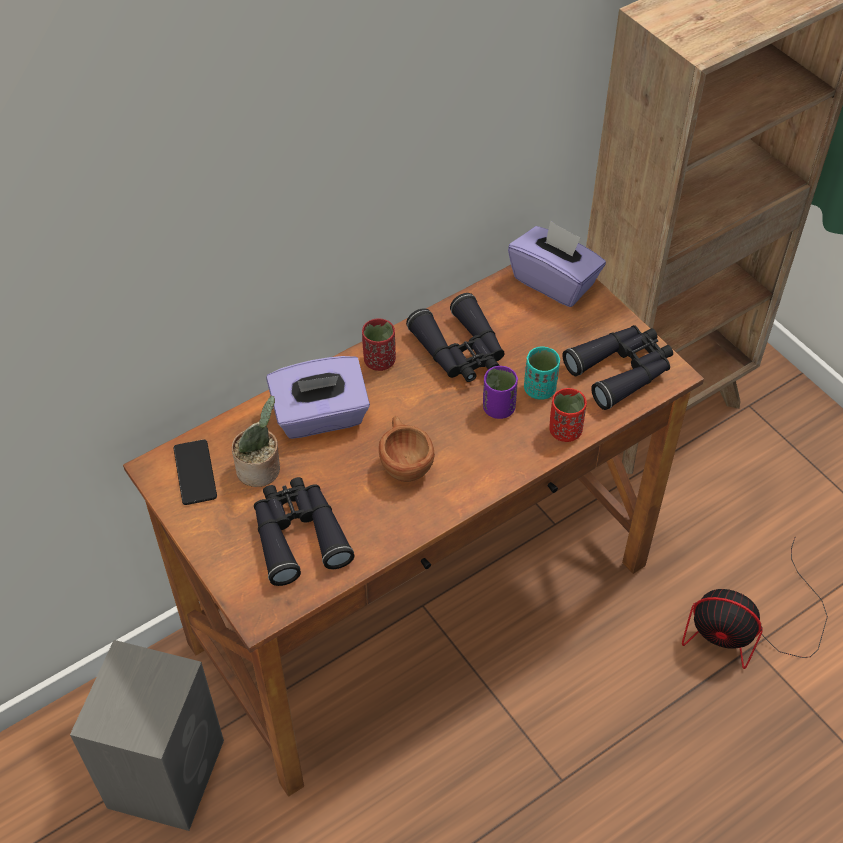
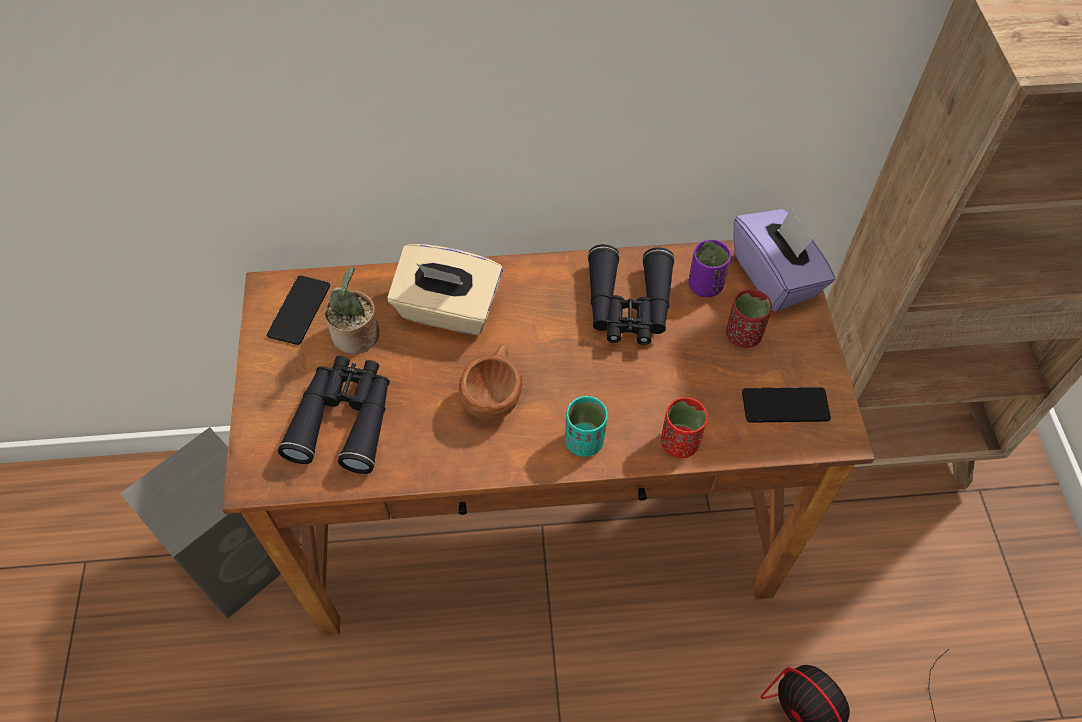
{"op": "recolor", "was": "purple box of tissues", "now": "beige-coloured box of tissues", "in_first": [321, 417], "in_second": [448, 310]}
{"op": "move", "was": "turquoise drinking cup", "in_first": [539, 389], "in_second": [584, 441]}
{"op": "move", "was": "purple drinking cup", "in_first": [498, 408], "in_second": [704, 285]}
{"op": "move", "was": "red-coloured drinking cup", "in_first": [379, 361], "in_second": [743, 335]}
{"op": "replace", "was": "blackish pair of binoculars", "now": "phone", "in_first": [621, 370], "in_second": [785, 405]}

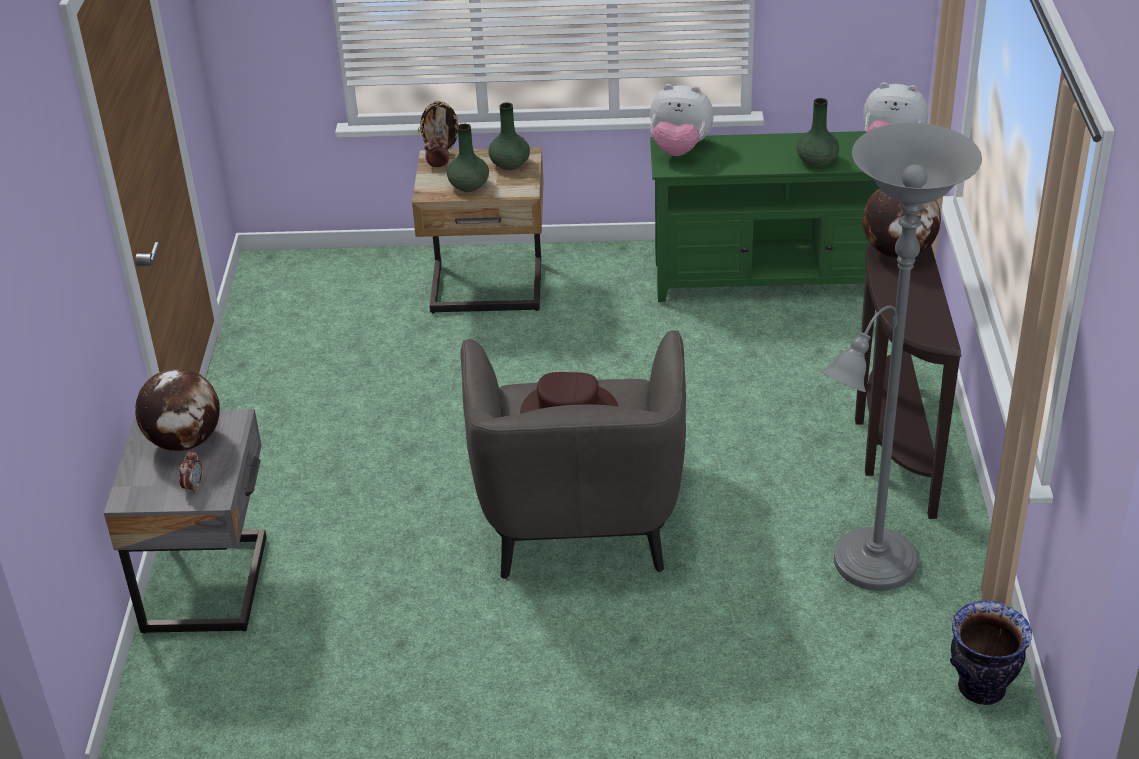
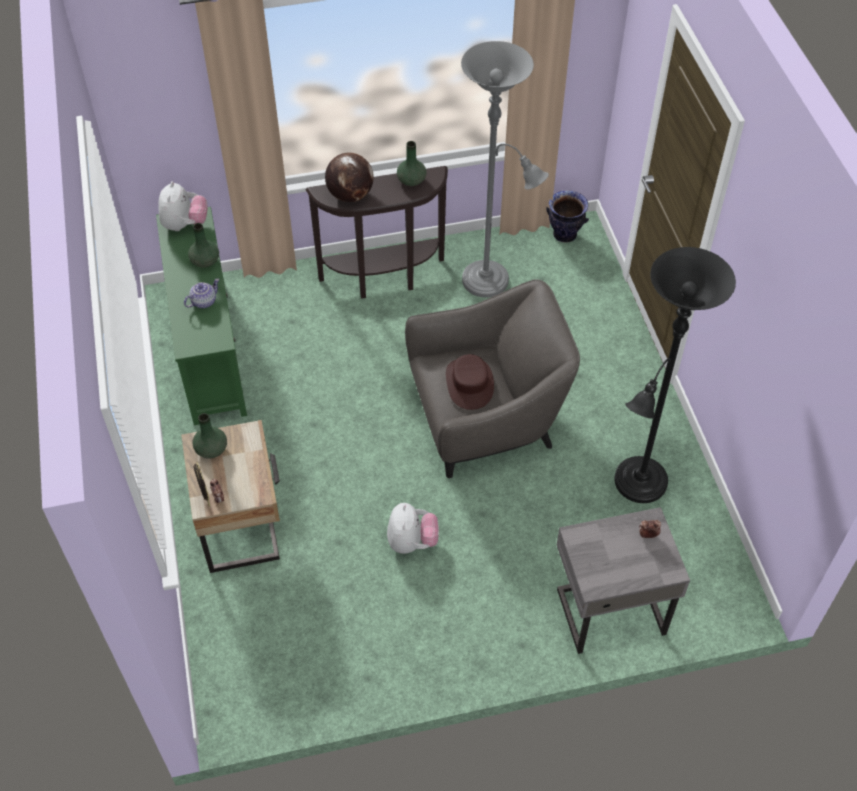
{"op": "insert", "now": "pot for tea", "in_second": [203, 301]}
{"op": "move", "was": "soft toy", "in_first": [679, 150], "in_second": [412, 542]}
{"op": "move", "was": "green flower vase", "in_first": [469, 186], "in_second": [411, 180]}
{"op": "insert", "now": "blackish floor lamp", "in_second": [637, 486]}
{"op": "delete", "was": "desk globe", "in_first": [185, 441]}

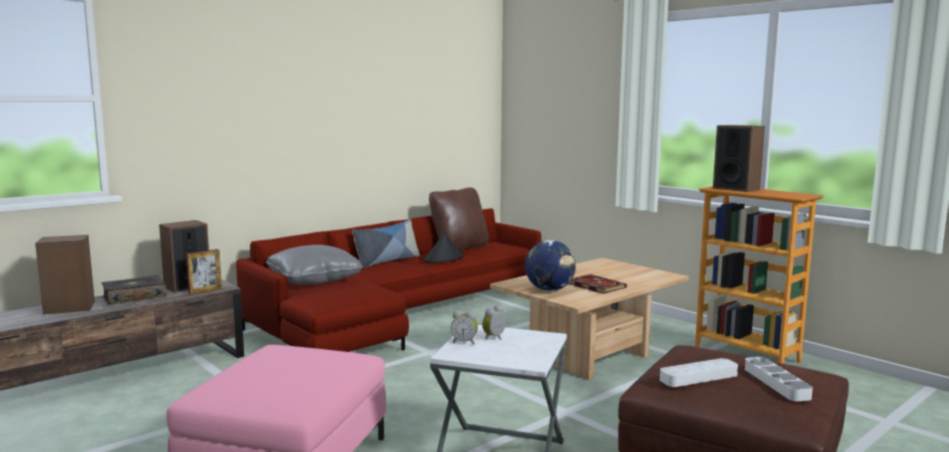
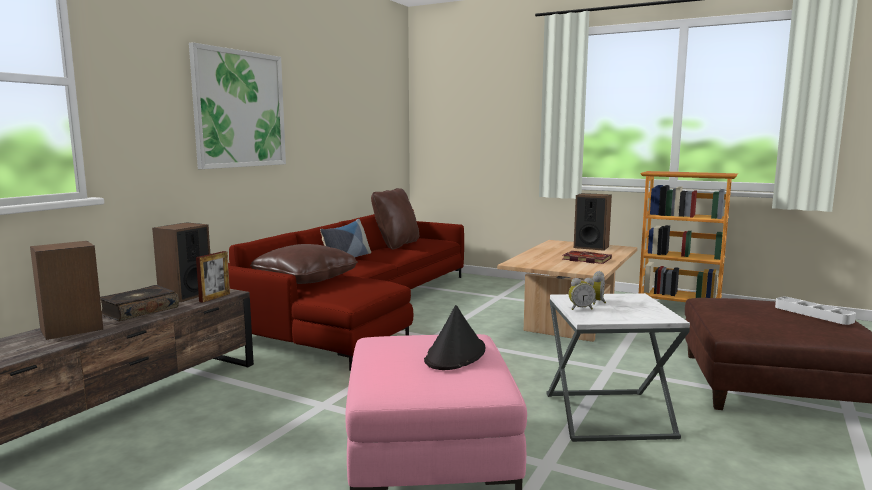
{"op": "insert", "now": "wall art", "in_second": [239, 109]}
{"op": "recolor", "was": "grey throw pillow", "now": "brown throw pillow", "in_first": [314, 280], "in_second": [305, 280]}
{"op": "move", "was": "blackish hat", "in_first": [444, 259], "in_second": [455, 355]}
{"op": "move", "was": "loudspeaker", "in_first": [736, 188], "in_second": [591, 247]}
{"op": "delete", "was": "desk globe", "in_first": [549, 290]}
{"op": "delete", "was": "whitish serving tray", "in_first": [698, 377]}

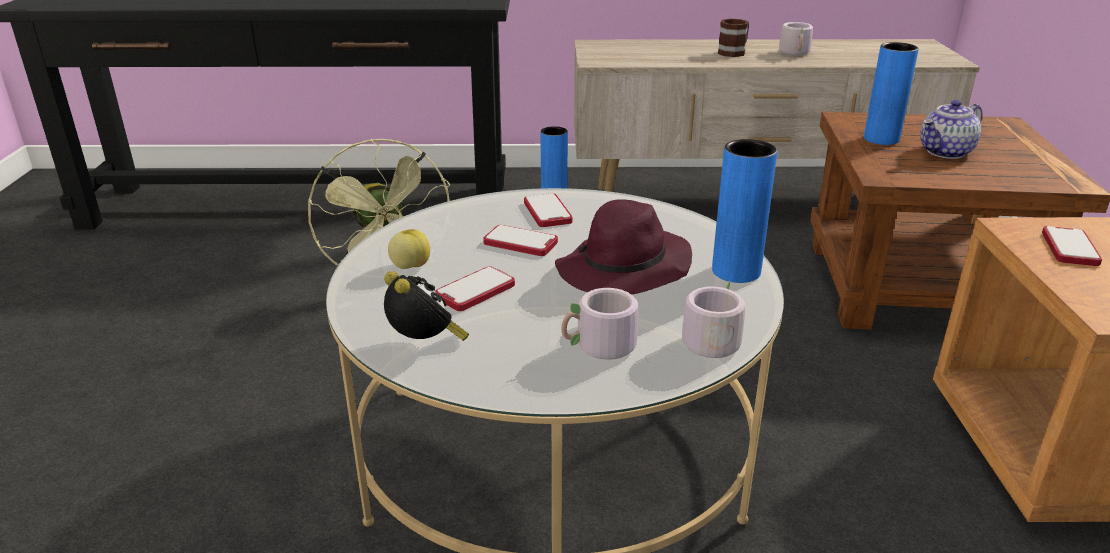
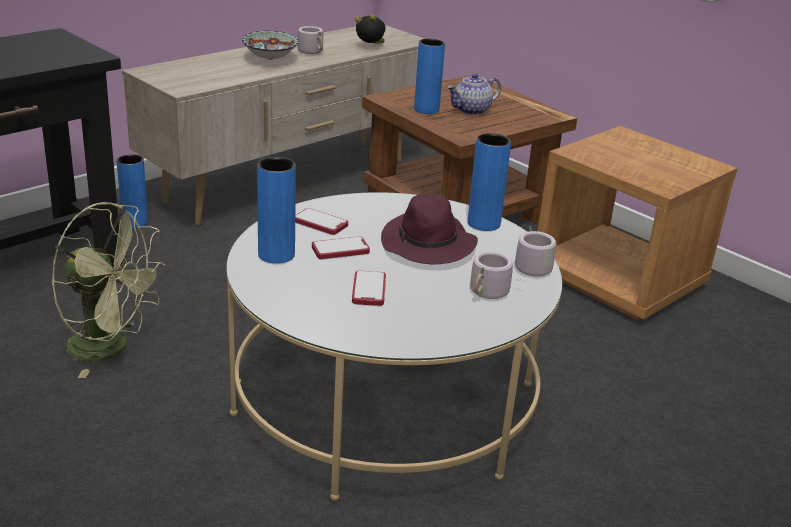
{"op": "replace", "was": "coffee mug", "now": "deep dish", "in_first": [734, 52], "in_second": [269, 59]}
{"op": "insert", "now": "bluish flower vase", "in_second": [276, 255]}
{"op": "move", "was": "table clock", "in_first": [425, 344], "in_second": [370, 47]}
{"op": "rotate", "was": "pot for tea", "in_first": [946, 152], "in_second": [472, 110], "clockwise": 45}
{"op": "delete", "was": "apple fruit", "in_first": [410, 266]}
{"op": "delete", "was": "phone", "in_first": [1069, 248]}

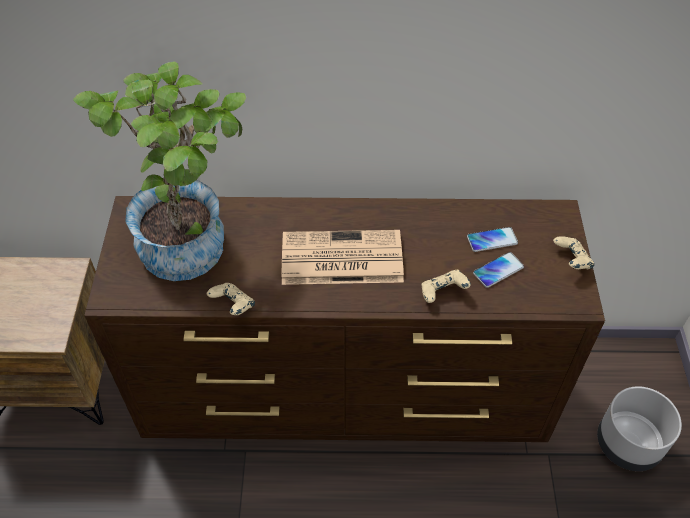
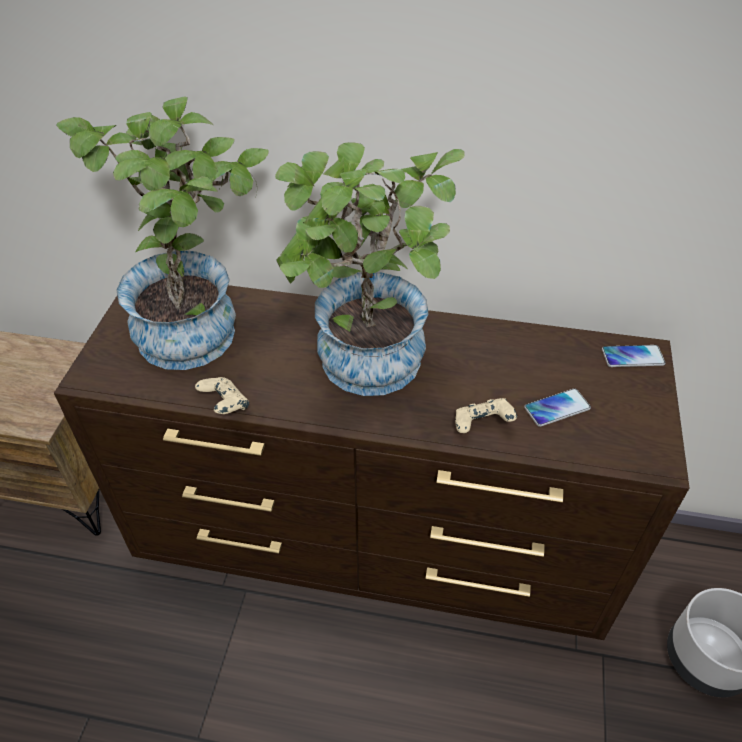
{"op": "replace", "was": "daily paper", "now": "potted plant", "in_first": [340, 259], "in_second": [365, 370]}
{"op": "move", "was": "phone", "in_first": [492, 240], "in_second": [632, 357]}
{"op": "delete", "was": "beige-coloured game controller", "in_first": [571, 261]}

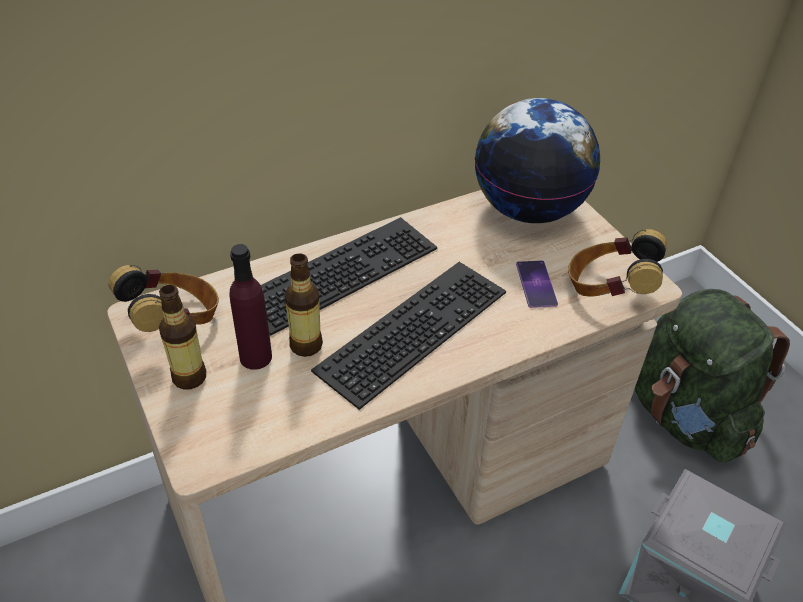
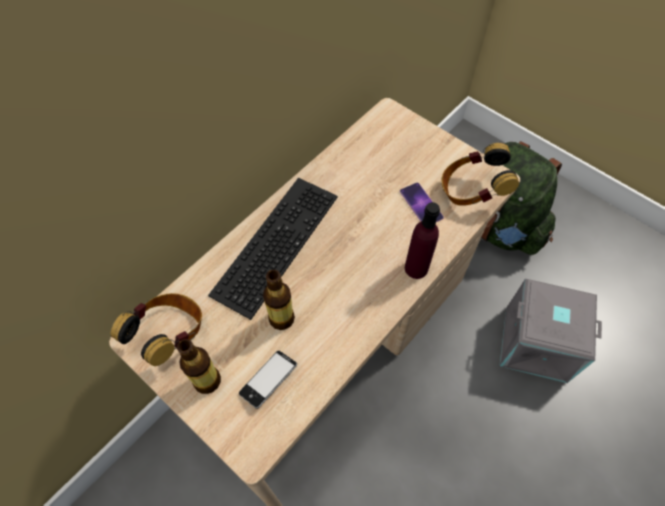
{"op": "insert", "now": "phone", "in_second": [268, 380]}
{"op": "move", "was": "purple beverage bottle", "in_first": [256, 357], "in_second": [416, 268]}
{"op": "delete", "was": "computer keyboard", "in_first": [411, 326]}
{"op": "delete", "was": "desk globe", "in_first": [528, 209]}

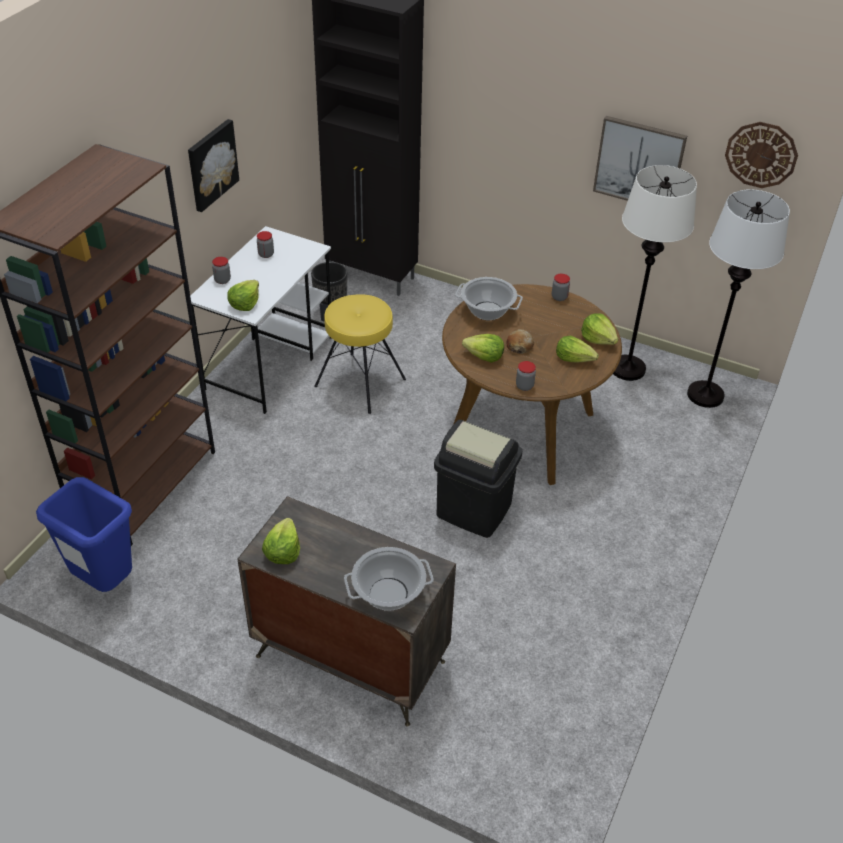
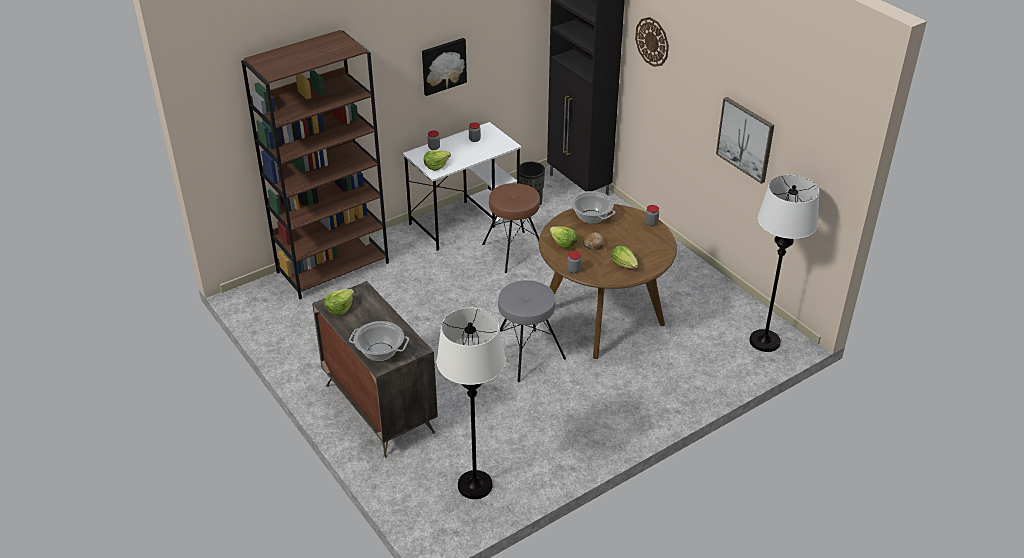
{"op": "move", "was": "whitish floor lamp", "in_first": [627, 369], "in_second": [474, 485]}
{"op": "recolor", "was": "yellowish stool", "now": "brown stool", "in_first": [360, 383], "in_second": [514, 252]}
{"op": "replace", "was": "blackish trash can", "now": "grey stool", "in_first": [473, 510], "in_second": [526, 355]}
{"op": "move", "was": "wall clock", "in_first": [761, 154], "in_second": [652, 41]}
{"op": "delete", "was": "bluish trash can", "in_first": [104, 582]}
{"op": "delete", "was": "lettuce head", "in_first": [598, 339]}

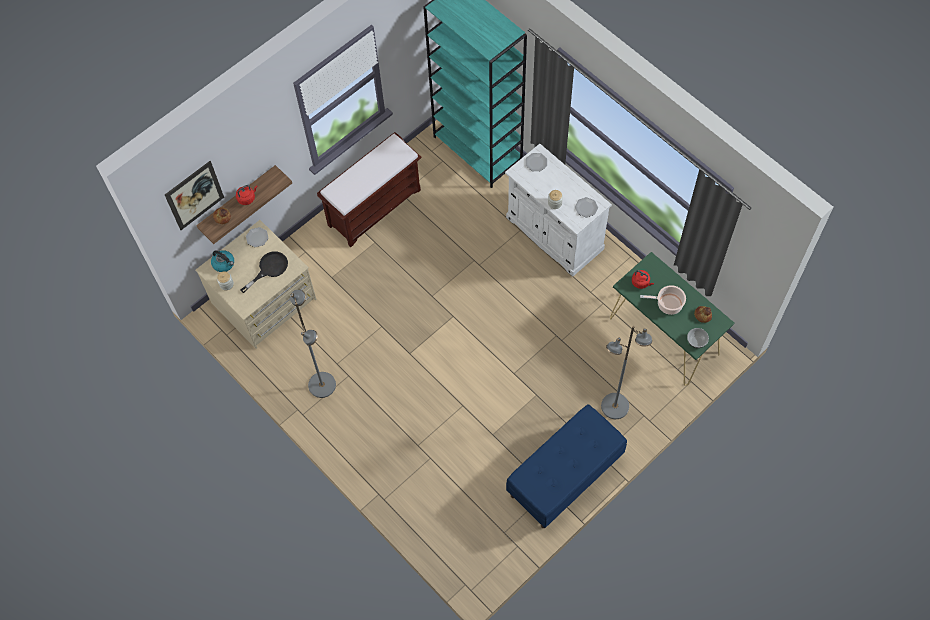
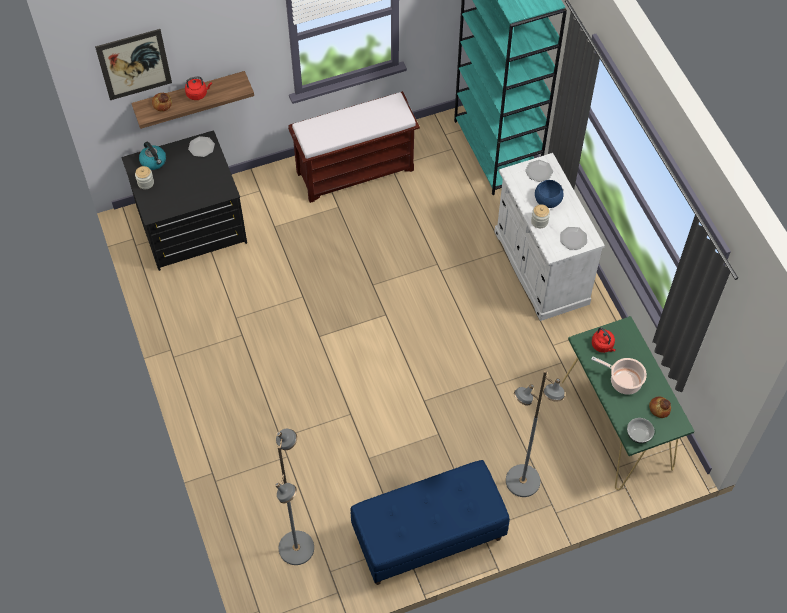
{"op": "recolor", "was": "beige-coloured dresser", "now": "blackish dresser", "in_first": [264, 302], "in_second": [191, 226]}
{"op": "move", "was": "grey floor lamp", "in_first": [322, 384], "in_second": [297, 548]}
{"op": "insert", "now": "bluish deep dish", "in_second": [548, 200]}
{"op": "delete", "was": "blackish frying pan", "in_first": [269, 269]}

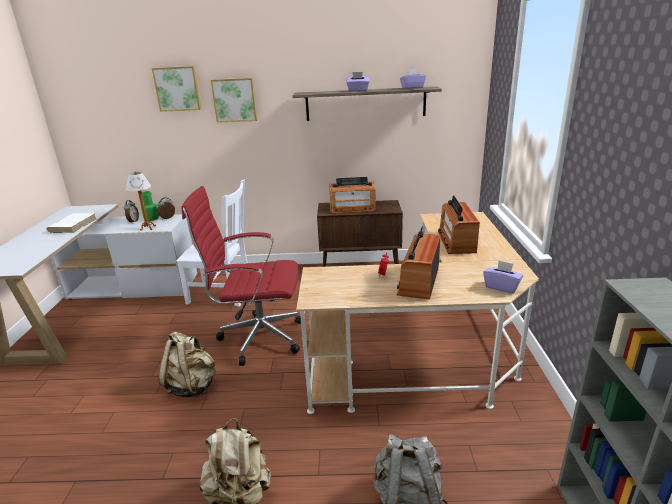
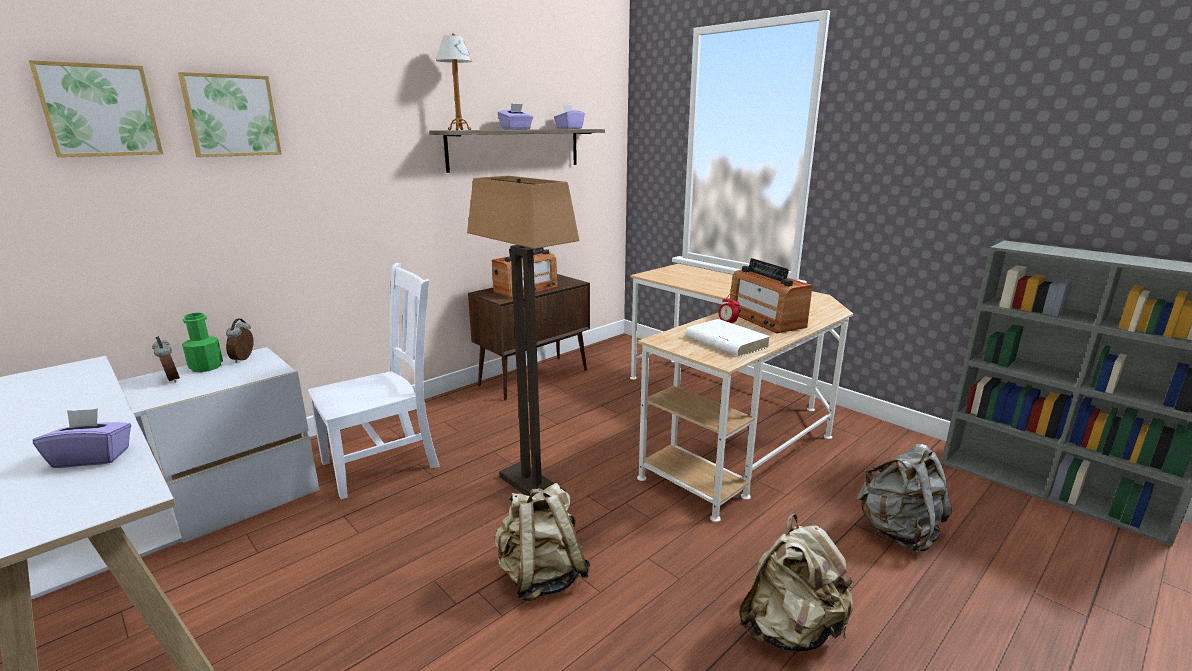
{"op": "move", "was": "wall art", "in_first": [235, 100], "in_second": [99, 110]}
{"op": "move", "was": "purple box of tissues", "in_first": [501, 287], "in_second": [92, 458]}
{"op": "move", "was": "table lamp", "in_first": [148, 228], "in_second": [459, 130]}
{"op": "replace", "was": "red-coloured computer chair", "now": "floor lamp", "in_first": [257, 338], "in_second": [531, 486]}
{"op": "move", "was": "whitish book", "in_first": [73, 225], "in_second": [725, 341]}
{"op": "delete", "was": "radio set", "in_first": [456, 241]}

